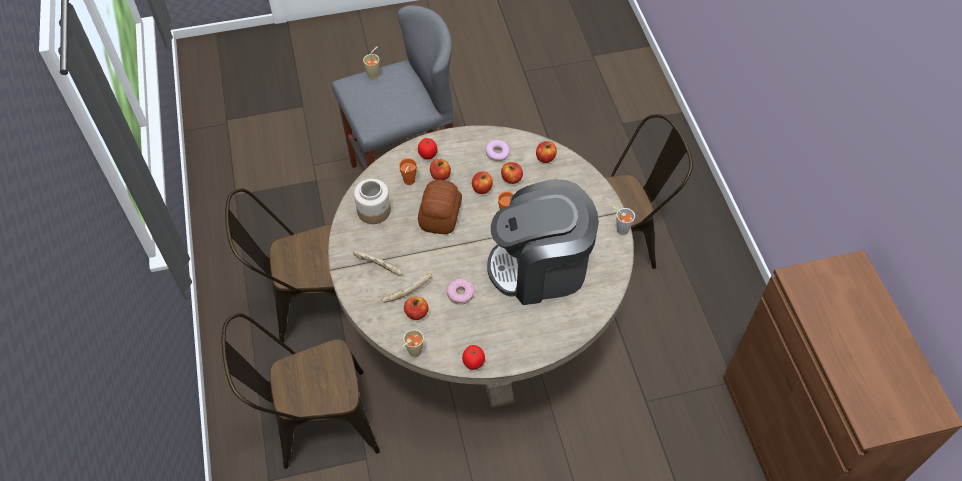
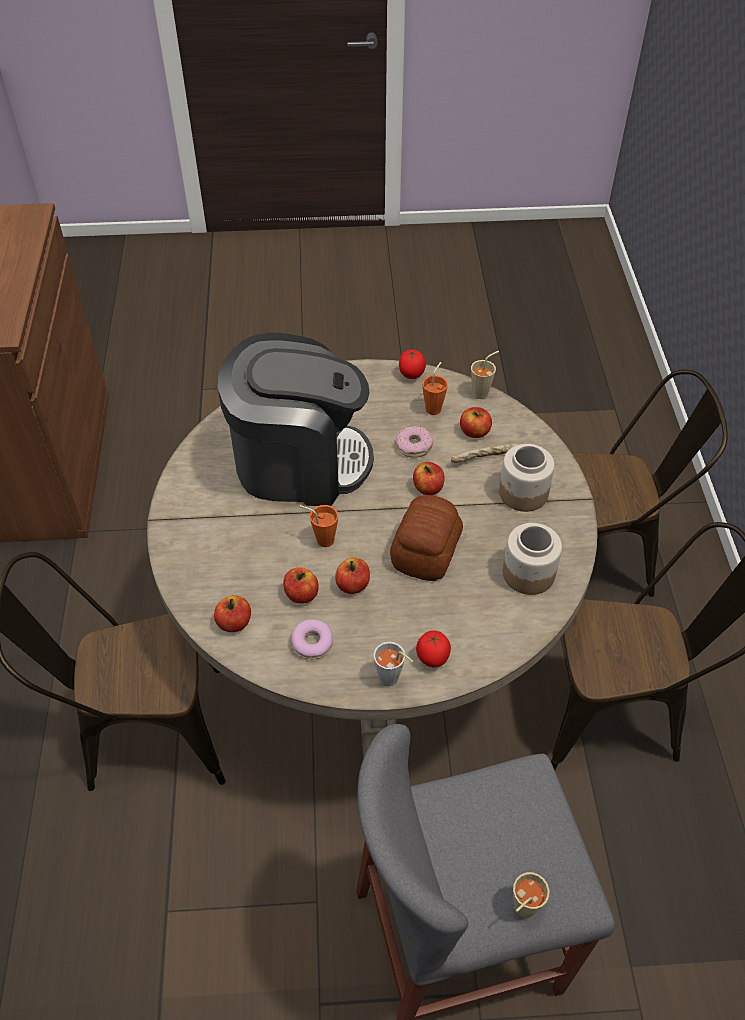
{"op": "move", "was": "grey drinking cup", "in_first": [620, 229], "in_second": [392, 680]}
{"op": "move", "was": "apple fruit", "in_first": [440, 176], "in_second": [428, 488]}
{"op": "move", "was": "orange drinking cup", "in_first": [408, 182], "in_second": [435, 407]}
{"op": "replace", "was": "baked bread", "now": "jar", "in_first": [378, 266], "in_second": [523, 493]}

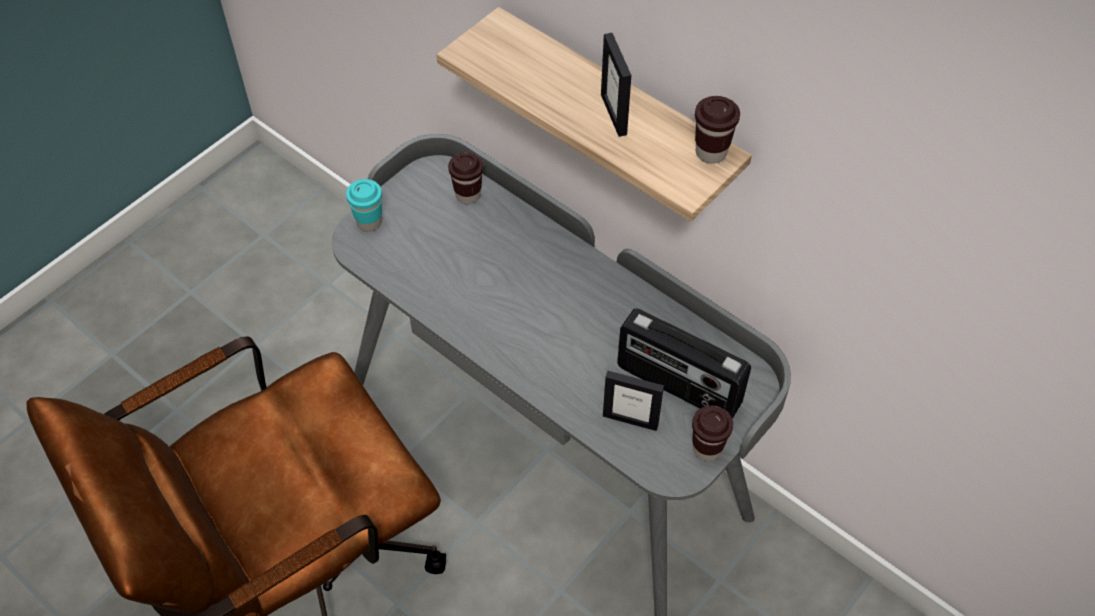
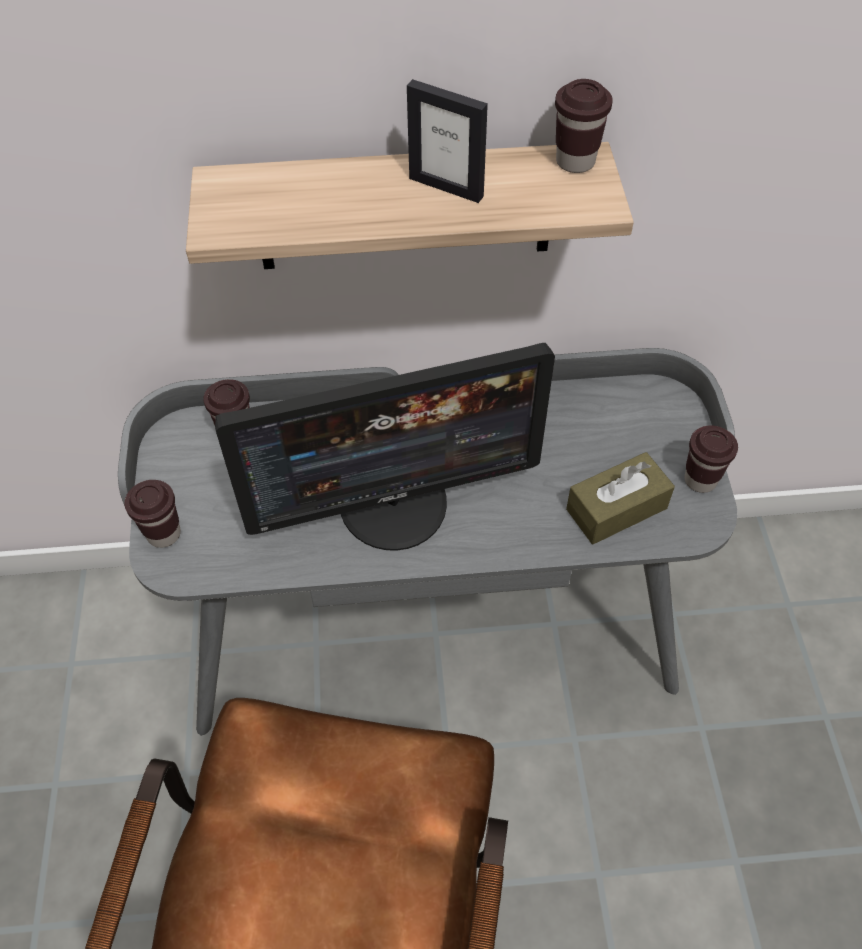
{"op": "recolor", "was": "turquoise drinking cup", "now": "brown drinking cup", "in_first": [369, 222], "in_second": [164, 534]}
{"op": "insert", "now": "computer display", "in_second": [394, 503]}
{"op": "replace", "was": "photo frame", "now": "brown box of tissues", "in_first": [630, 420], "in_second": [616, 509]}
{"op": "delete", "was": "radio set", "in_first": [677, 386]}

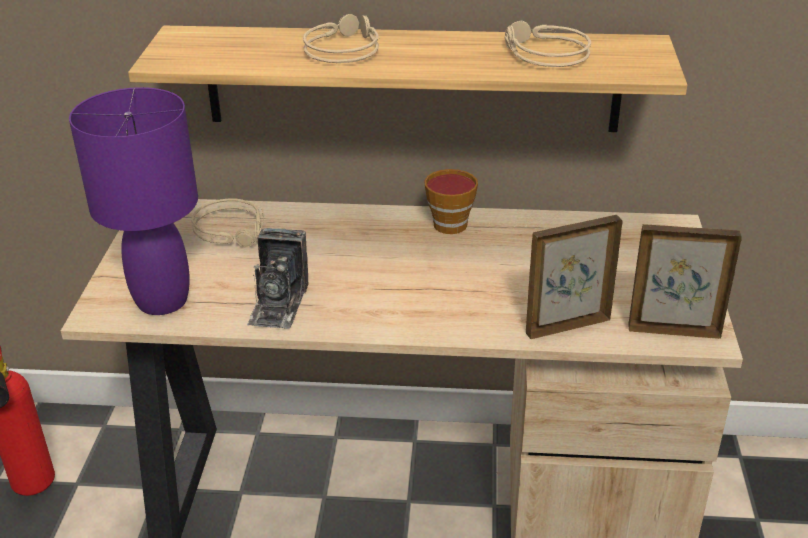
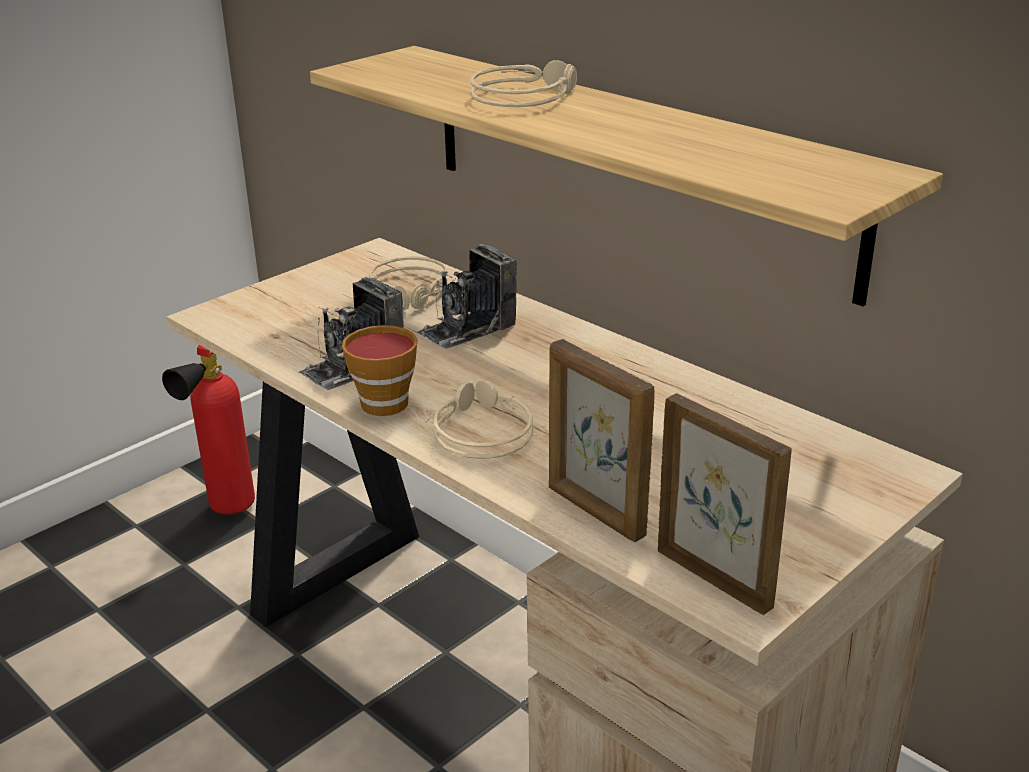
{"op": "move", "was": "drinking cup", "in_first": [446, 223], "in_second": [384, 400]}
{"op": "insert", "now": "still camera", "in_second": [468, 328]}
{"op": "move", "was": "beige-coloured pair of headphones", "in_first": [542, 55], "in_second": [478, 431]}
{"op": "rotate", "was": "photo frame", "in_first": [566, 326], "in_second": [594, 512], "clockwise": -150}
{"op": "delete", "was": "purple table lamp", "in_first": [161, 300]}

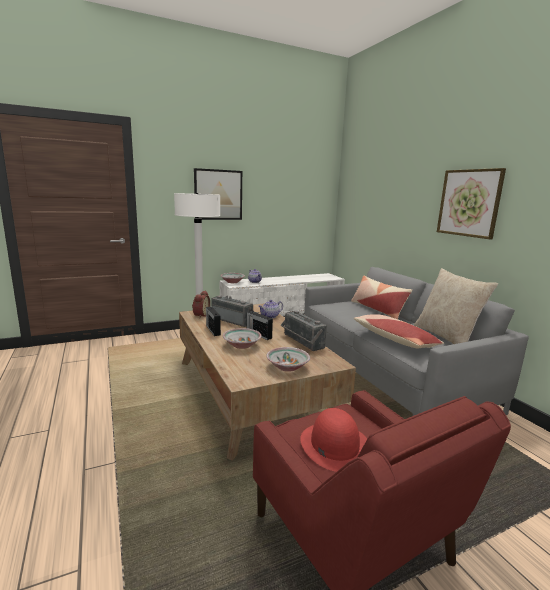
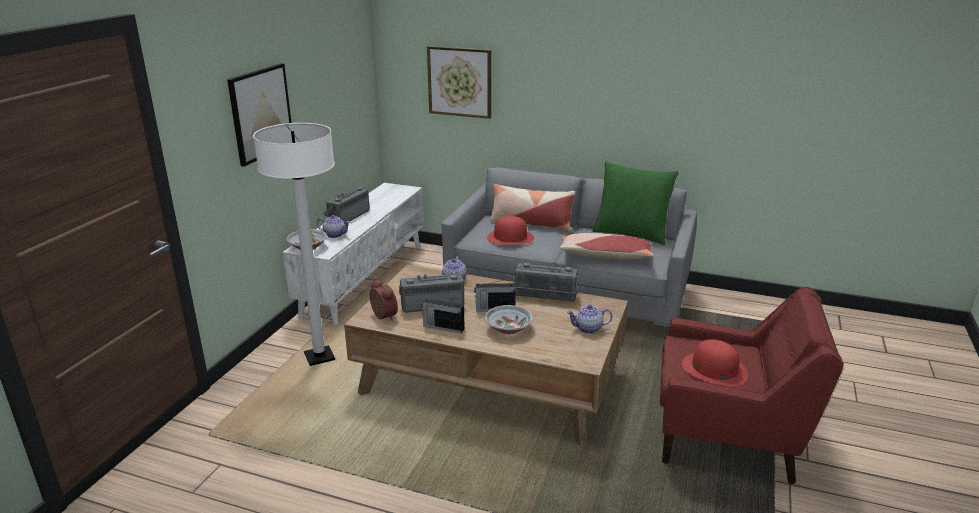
{"op": "insert", "now": "radio set", "in_second": [347, 217]}
{"op": "move", "was": "wall art", "in_first": [469, 203], "in_second": [460, 82]}
{"op": "insert", "now": "red-coloured hat", "in_second": [510, 237]}
{"op": "replace", "was": "deep dish", "now": "pot for tea", "in_first": [287, 367], "in_second": [588, 329]}
{"op": "recolor", "was": "beige-coloured throw pillow", "now": "green throw pillow", "in_first": [446, 336], "in_second": [631, 234]}

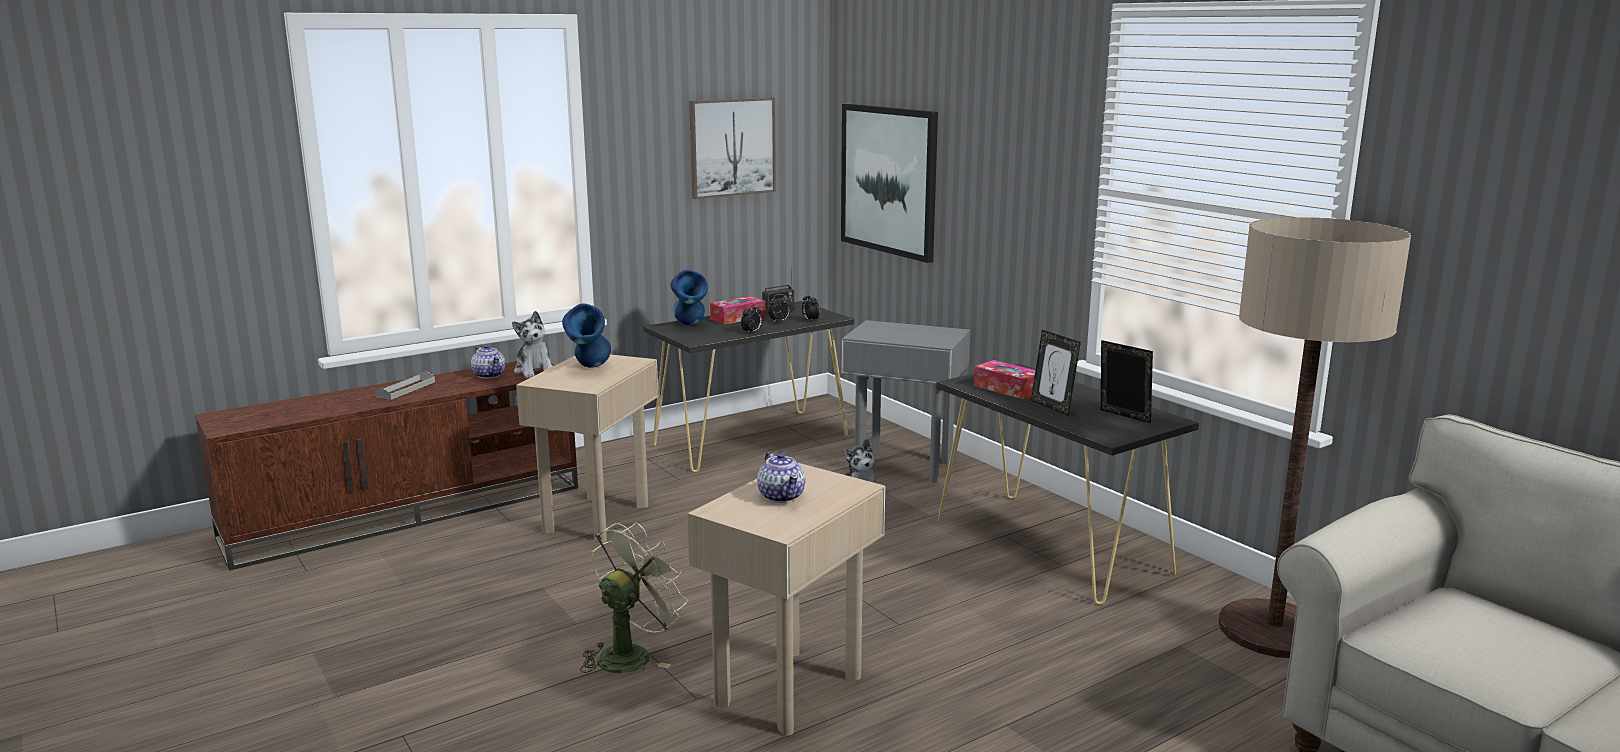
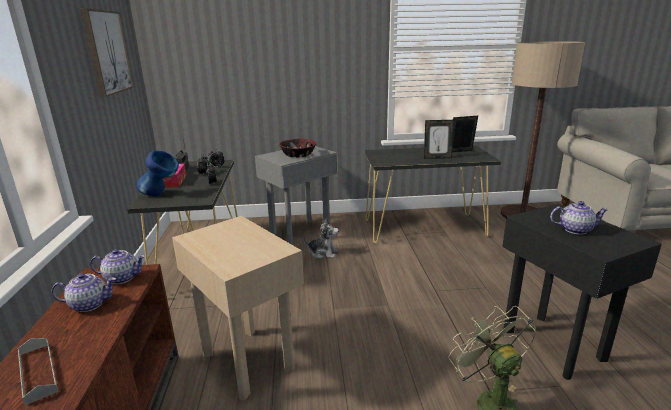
{"op": "replace", "was": "soft toy", "now": "pot for tea", "in_first": [535, 371], "in_second": [121, 278]}
{"op": "insert", "now": "deep dish", "in_second": [298, 154]}
{"op": "recolor", "was": "beige-coloured end table", "now": "blackish end table", "in_first": [790, 690], "in_second": [553, 344]}
{"op": "delete", "was": "bluish flower vase", "in_first": [590, 369]}
{"op": "delete", "was": "wall art", "in_first": [889, 180]}
{"op": "delete", "was": "box of tissues", "in_first": [1007, 389]}

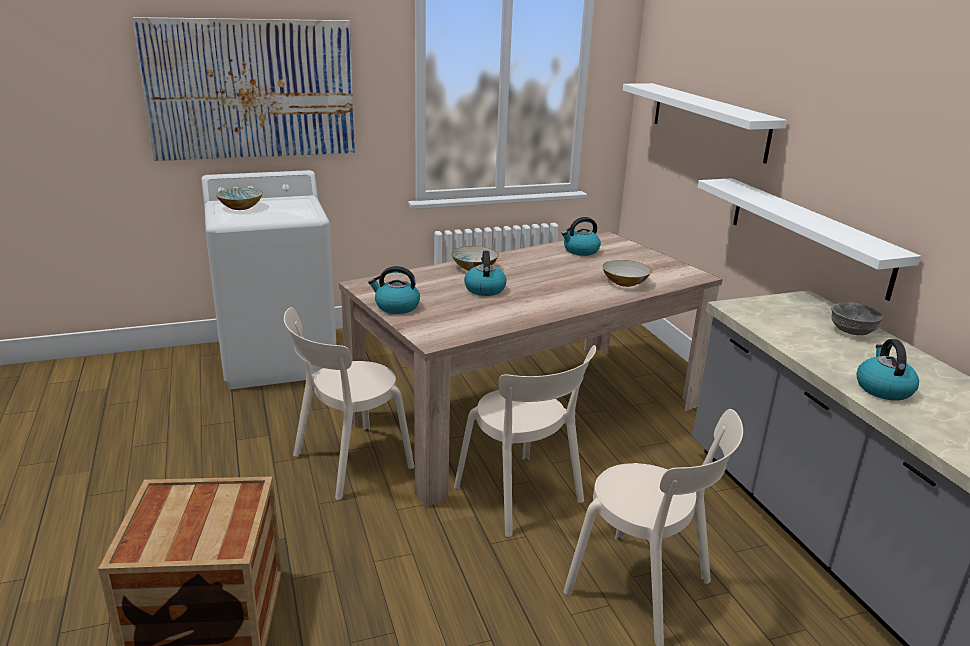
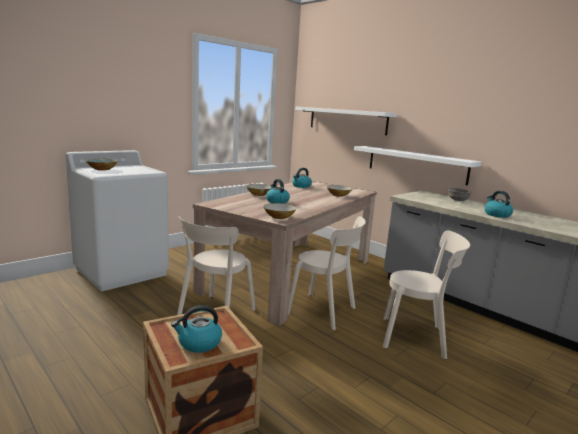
{"op": "move", "was": "tea kettle", "in_first": [396, 307], "in_second": [199, 343]}
{"op": "insert", "now": "deep dish", "in_second": [279, 217]}
{"op": "delete", "was": "wall art", "in_first": [251, 89]}

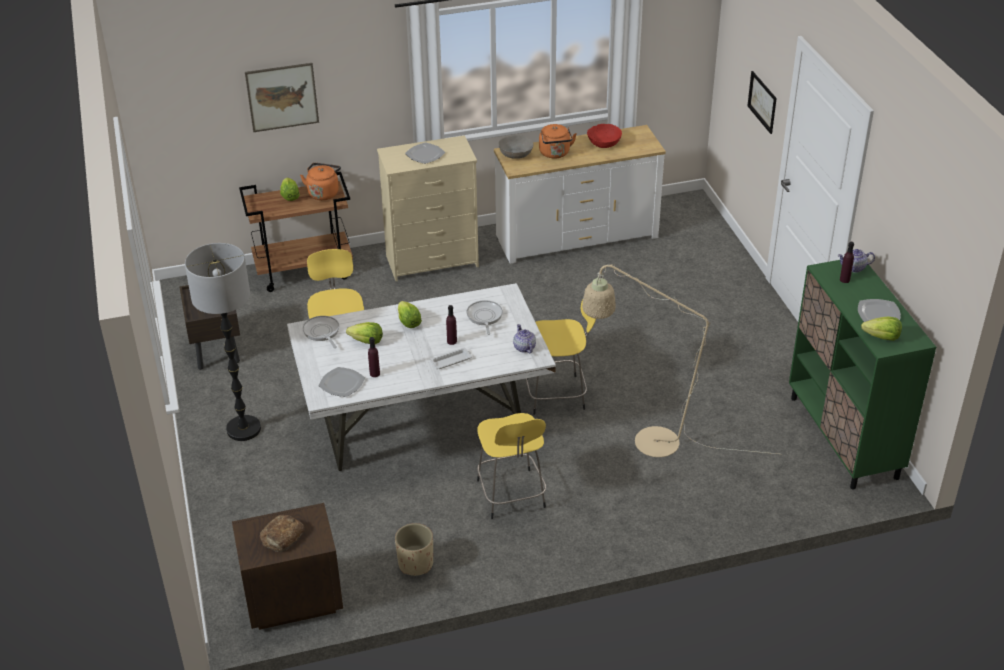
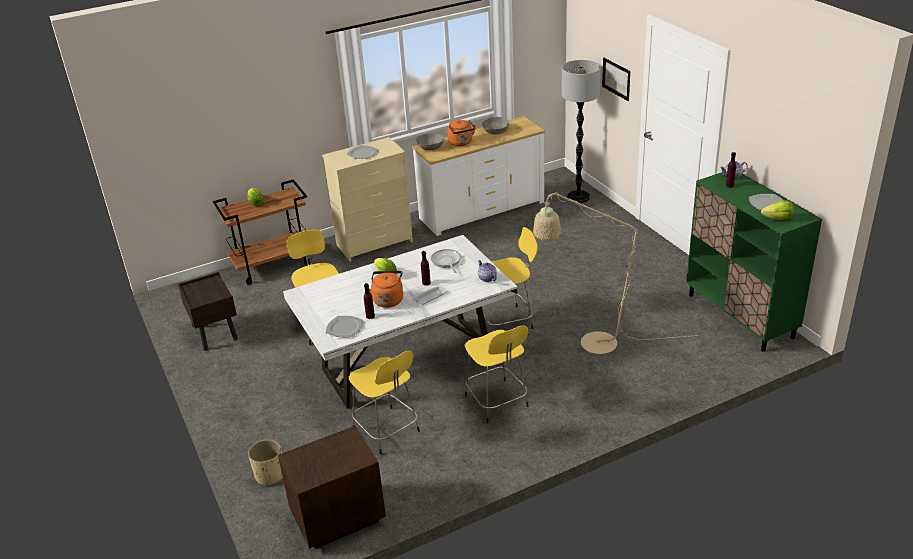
{"op": "move", "was": "beige-coloured planter", "in_first": [415, 564], "in_second": [270, 475]}
{"op": "insert", "now": "yellowish stool", "in_second": [387, 431]}
{"op": "move", "was": "orange tea kettle", "in_first": [323, 193], "in_second": [388, 299]}
{"op": "recolor", "was": "red-coloured deep dish", "now": "grey deep dish", "in_first": [604, 143], "in_second": [495, 131]}
{"op": "move", "was": "floor lamp", "in_first": [243, 429], "in_second": [578, 197]}
{"op": "delete", "was": "wall art", "in_first": [282, 97]}
{"op": "delete", "was": "baked bread", "in_first": [282, 537]}
{"op": "delete", "was": "frying pan", "in_first": [322, 332]}
{"op": "delete", "was": "lettuce head", "in_first": [366, 341]}

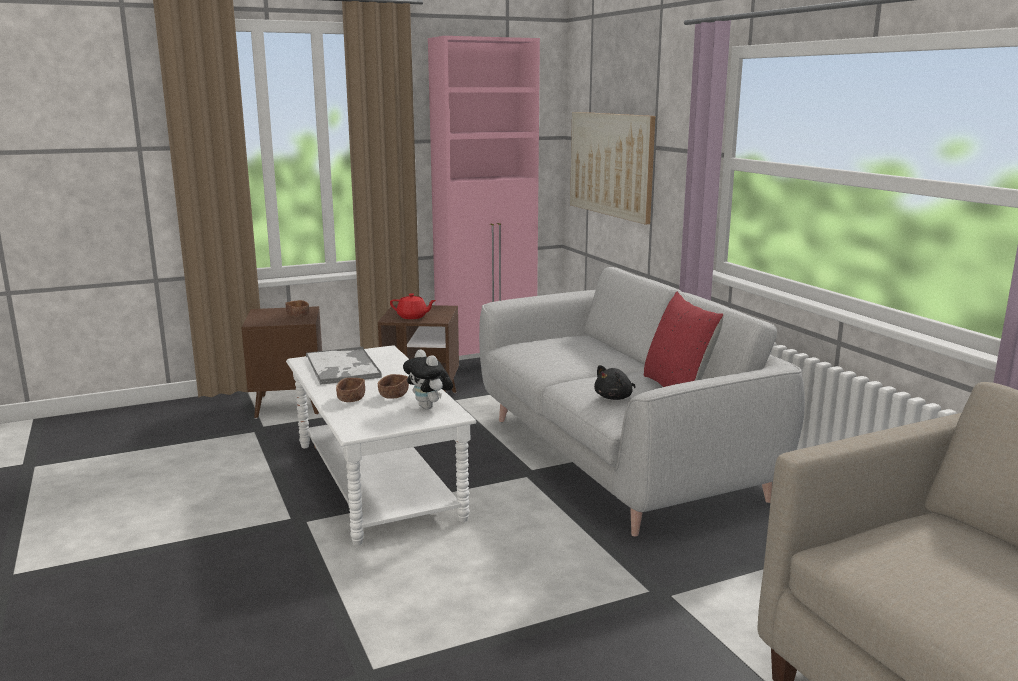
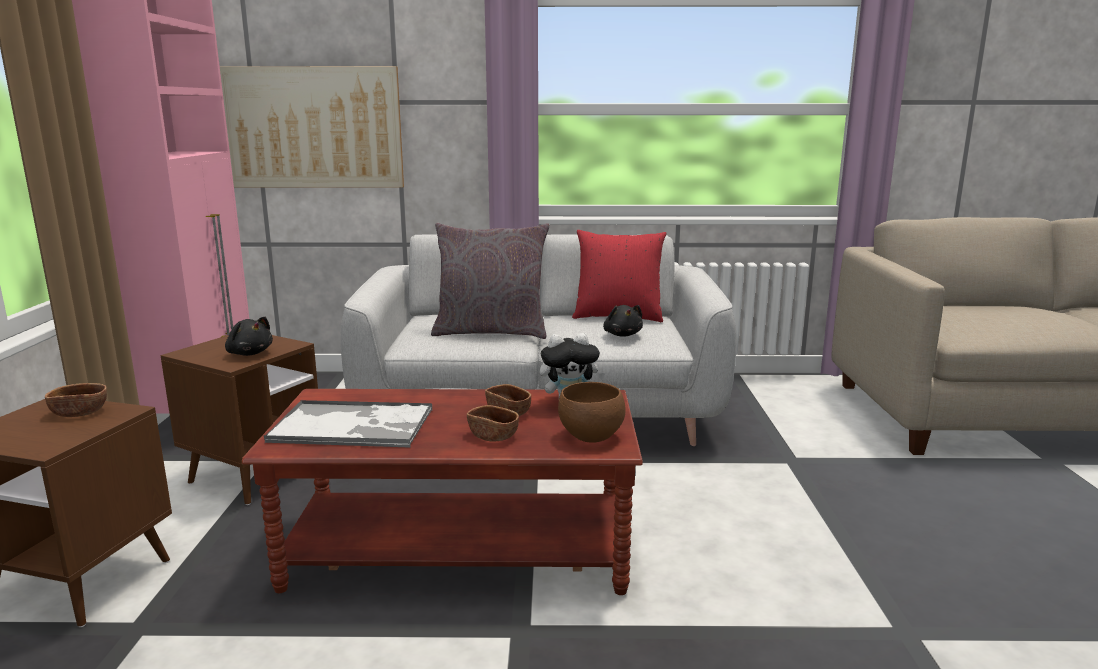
{"op": "replace", "was": "red-coloured pot for tea", "now": "blackish soft toy", "in_first": [412, 317], "in_second": [249, 353]}
{"op": "recolor", "was": "whitish coffee table", "now": "brown coffee table", "in_first": [376, 481], "in_second": [460, 550]}
{"op": "insert", "now": "grey throw pillow", "in_second": [491, 332]}
{"op": "insert", "now": "brown deep dish", "in_second": [590, 437]}

